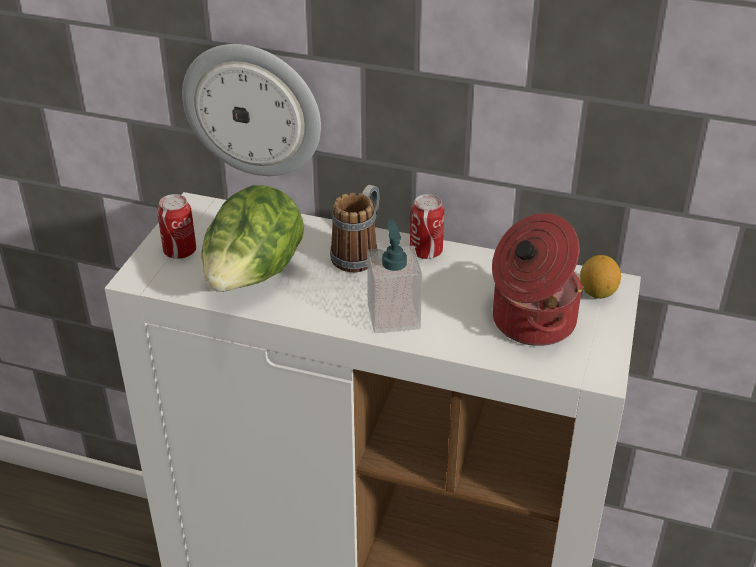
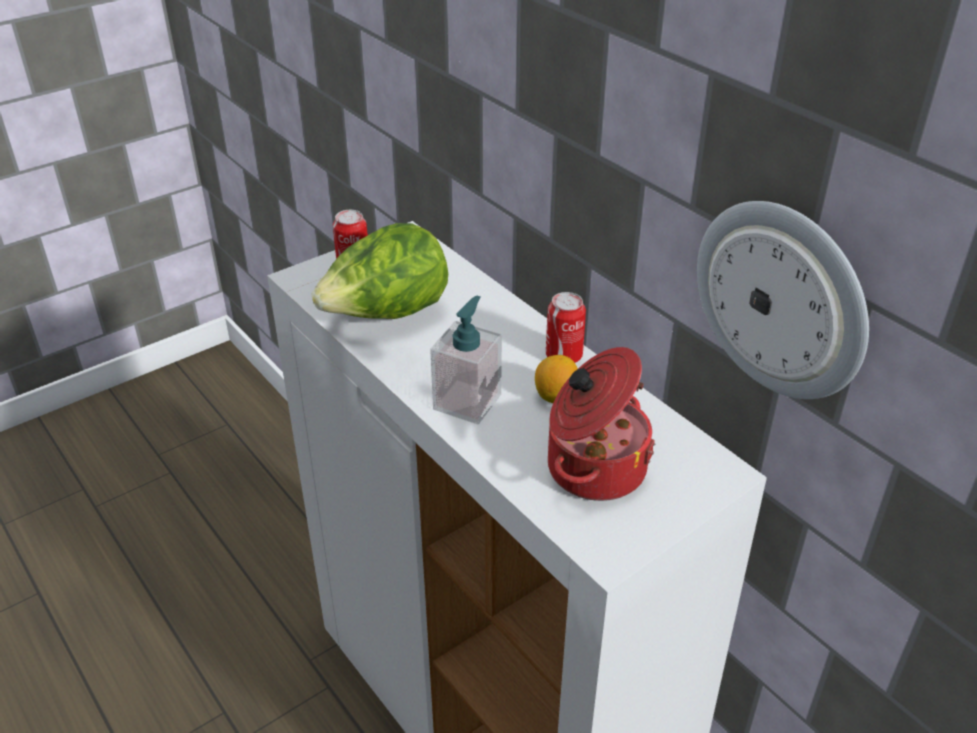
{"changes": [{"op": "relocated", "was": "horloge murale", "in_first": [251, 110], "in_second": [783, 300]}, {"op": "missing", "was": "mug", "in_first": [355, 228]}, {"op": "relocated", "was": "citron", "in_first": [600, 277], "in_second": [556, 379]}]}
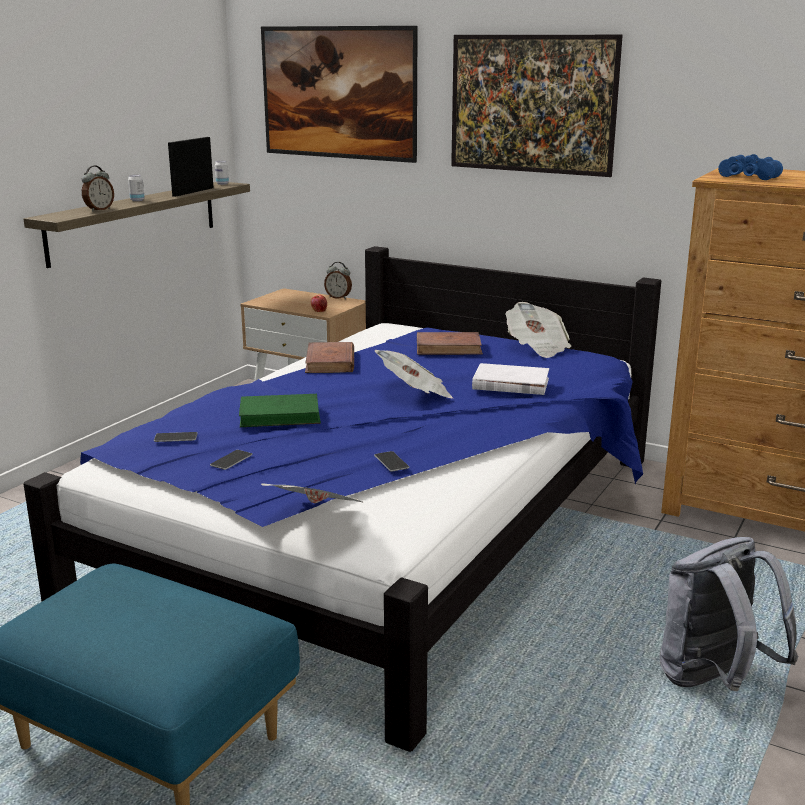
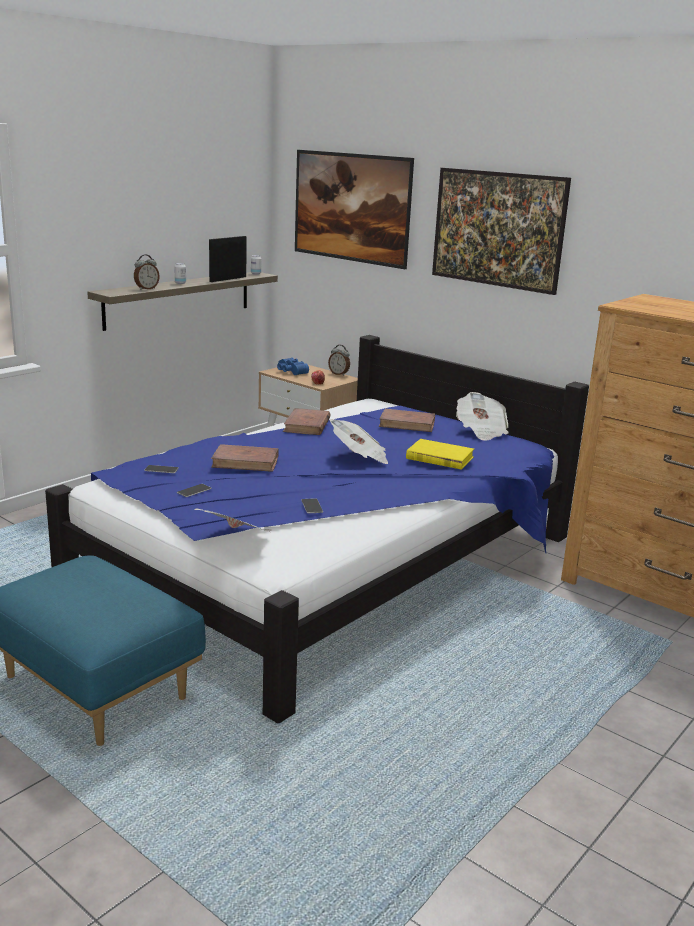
{"changes": [{"op": "colour", "was": "livre/vert", "now": "livre/marron", "in_first": [280, 410], "in_second": [245, 458]}, {"op": "colour", "was": "livre/blanc", "now": "livre/jaune", "in_first": [510, 379], "in_second": [440, 454]}, {"op": "missing", "was": "sac à dos/gris", "in_first": [729, 614]}, {"op": "relocated", "was": "jumelles/bleu", "in_first": [750, 167], "in_second": [293, 366]}]}
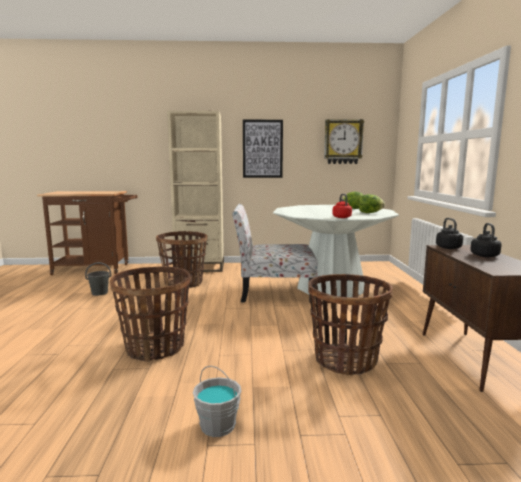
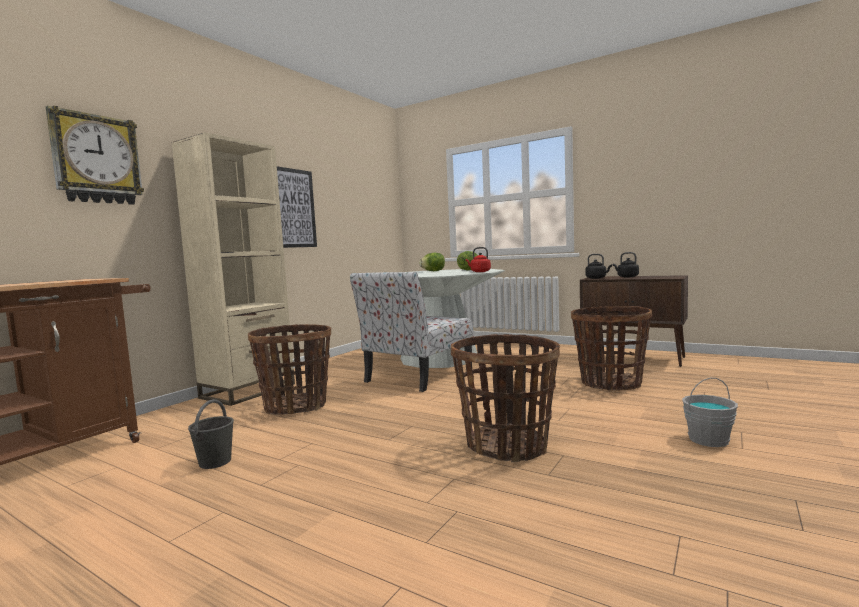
{"changes": [{"op": "relocated", "was": "horloge murale", "in_first": [344, 141], "in_second": [95, 155]}]}
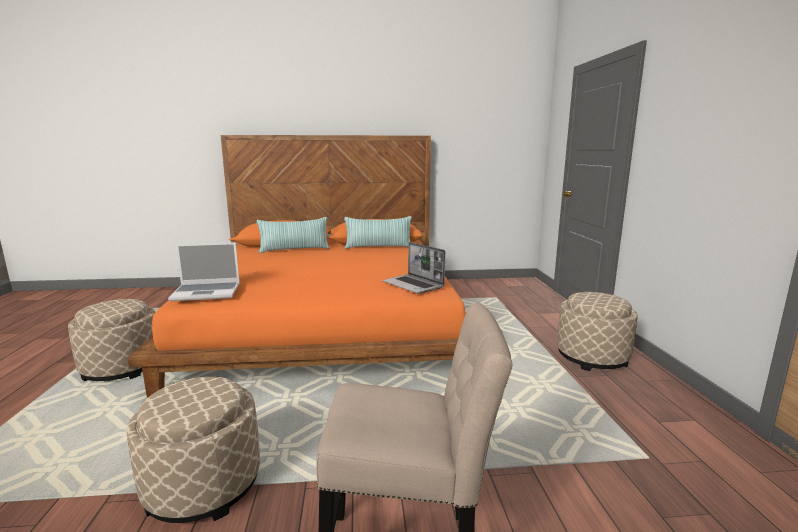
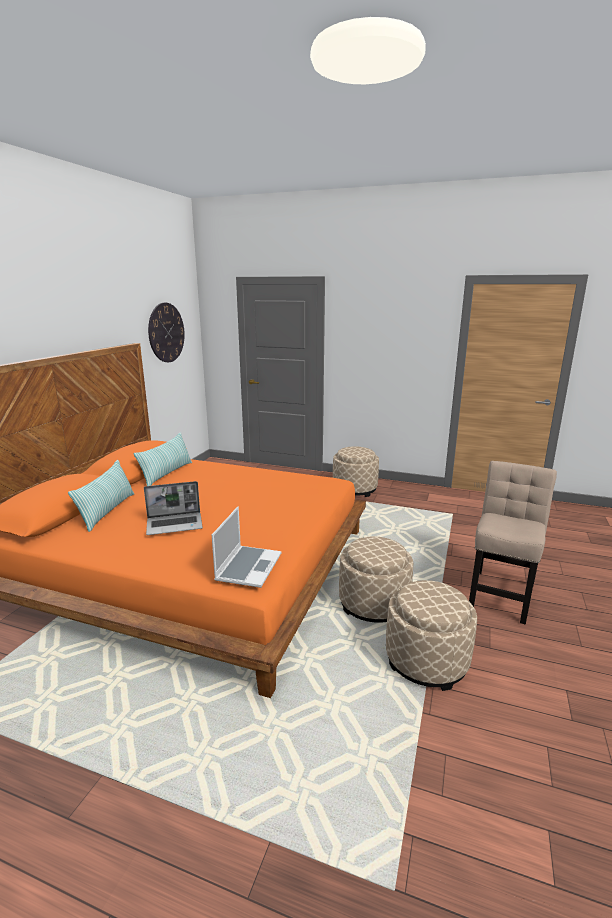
{"changes": [{"op": "relocated", "was": "pouf/beige", "in_first": [111, 340], "in_second": [376, 579]}, {"op": "relocated", "was": "ordinateur portable", "in_first": [413, 268], "in_second": [173, 508]}, {"op": "appeared", "now": "horloge murale", "in_second": [166, 332]}]}
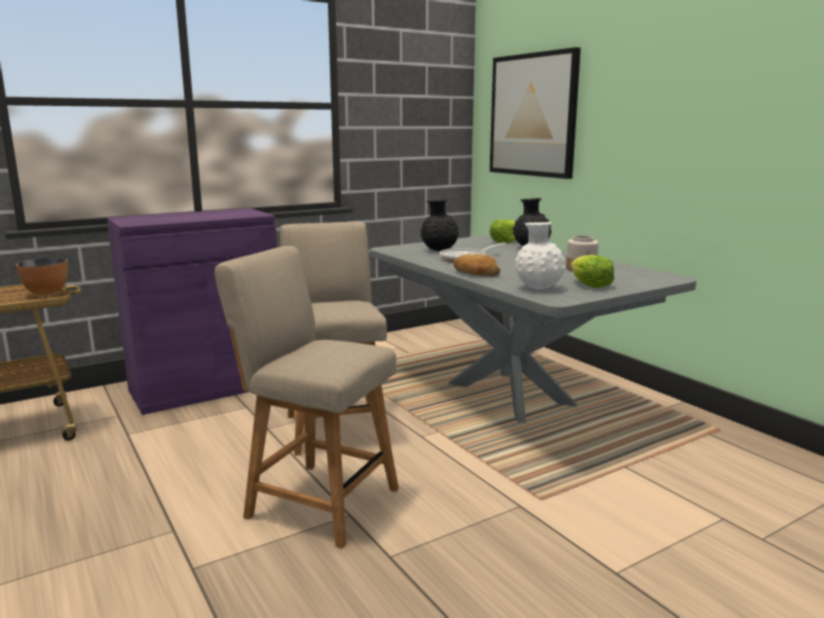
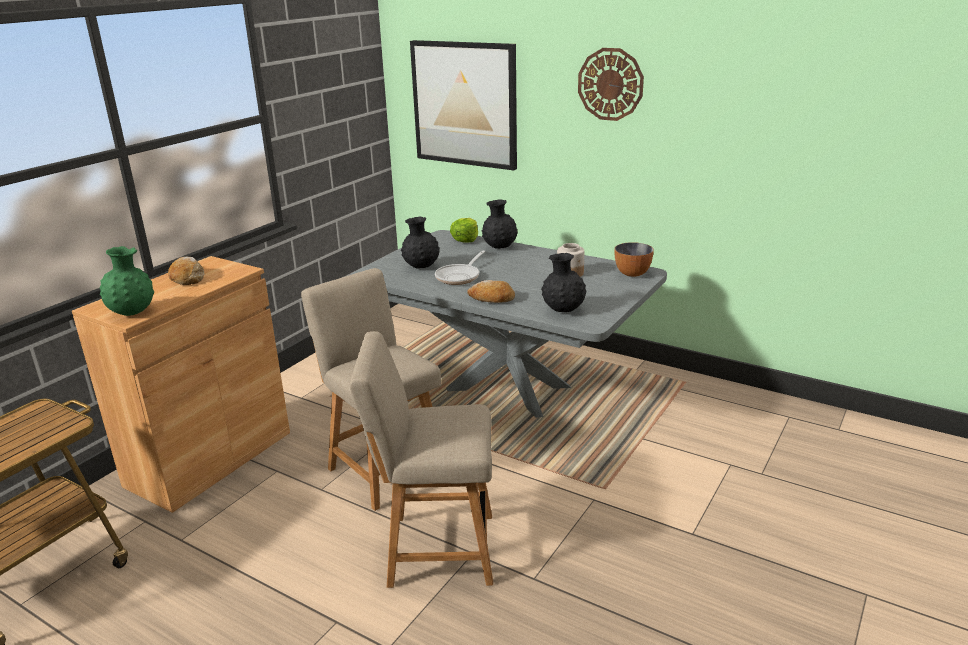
{"changes": [{"op": "relocated", "was": "bol", "in_first": [42, 276], "in_second": [634, 259]}, {"op": "colour", "was": "meuble de rangement/violet", "now": "meuble de rangement/marron", "in_first": [192, 311], "in_second": [181, 384]}, {"op": "colour", "was": "vase/blanc", "now": "vase/noir", "in_first": [540, 255], "in_second": [563, 282]}, {"op": "missing", "was": "laitue", "in_first": [592, 271]}, {"op": "appeared", "now": "vase/vert", "in_second": [127, 281]}, {"op": "appeared", "now": "pain", "in_second": [186, 271]}, {"op": "appeared", "now": "horloge murale", "in_second": [611, 84]}]}
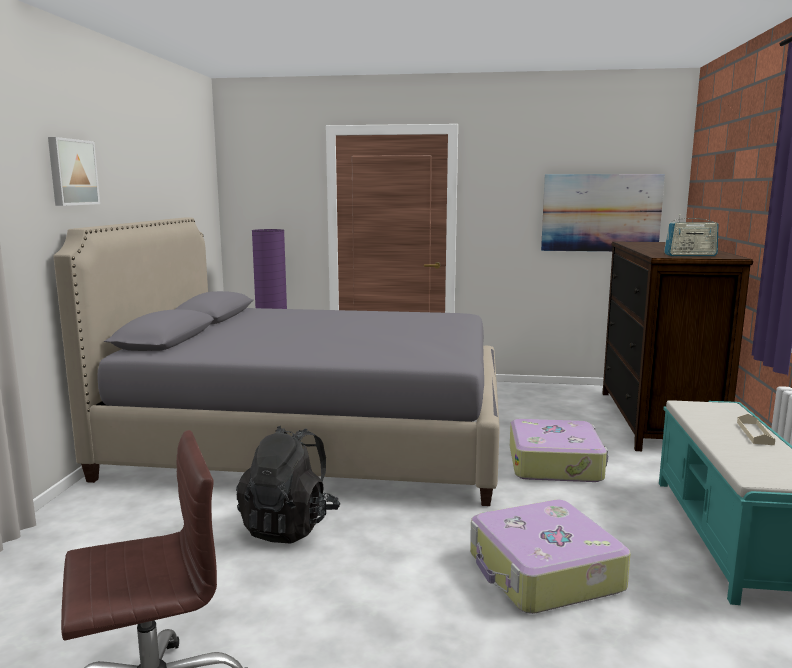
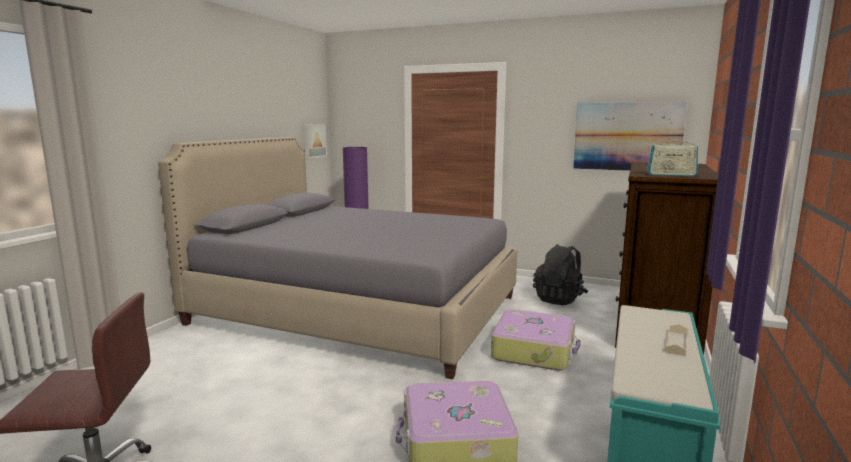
{"changes": [{"op": "relocated", "was": "tableau", "in_first": [74, 171], "in_second": [315, 141]}, {"op": "relocated", "was": "sac à dos/noir", "in_first": [288, 484], "in_second": [560, 274]}]}
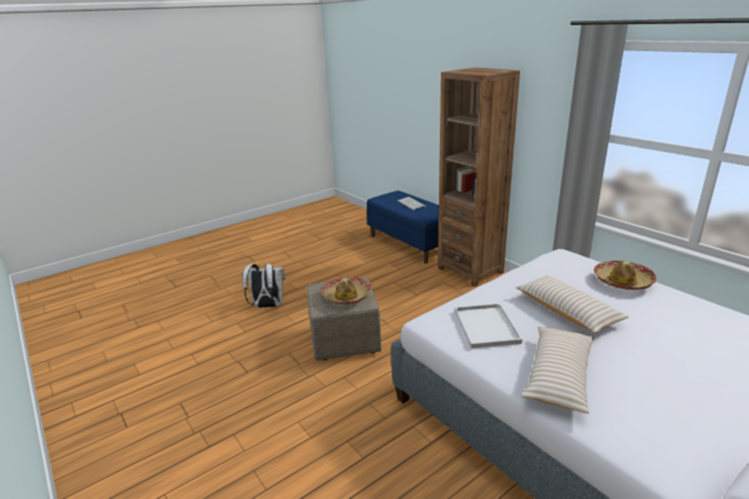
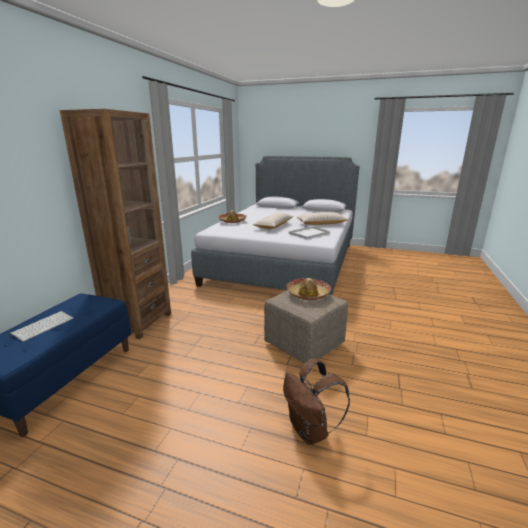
{"changes": [{"op": "colour", "was": "sac à dos/blanc", "now": "sac à dos/marron", "in_first": [263, 285], "in_second": [316, 401]}]}
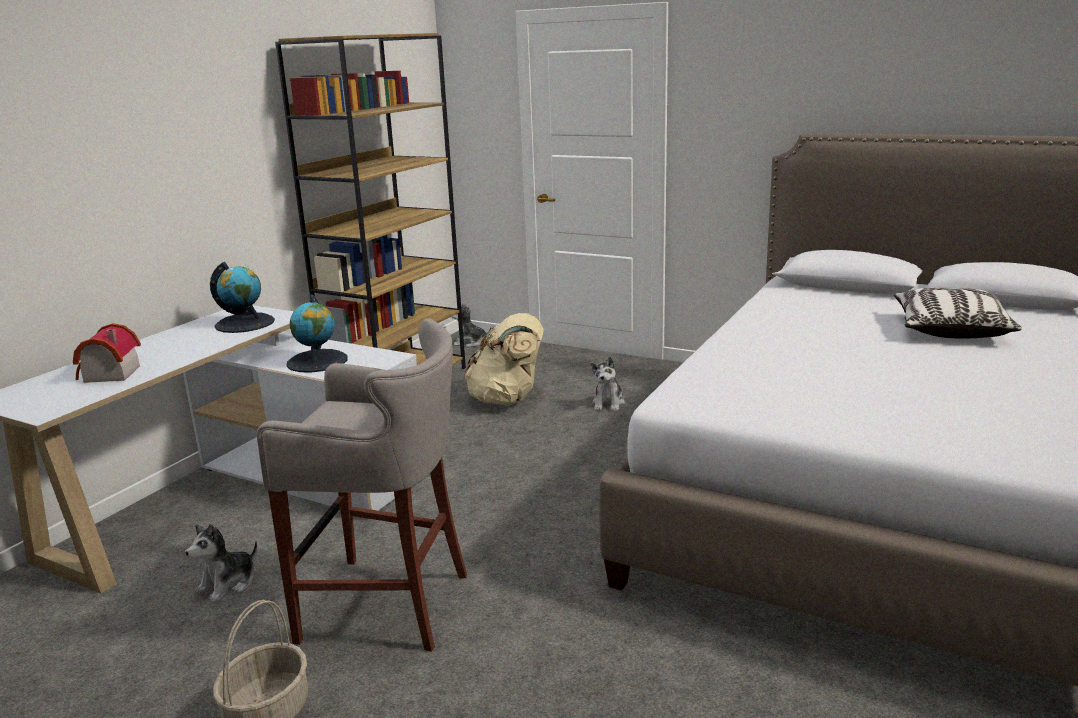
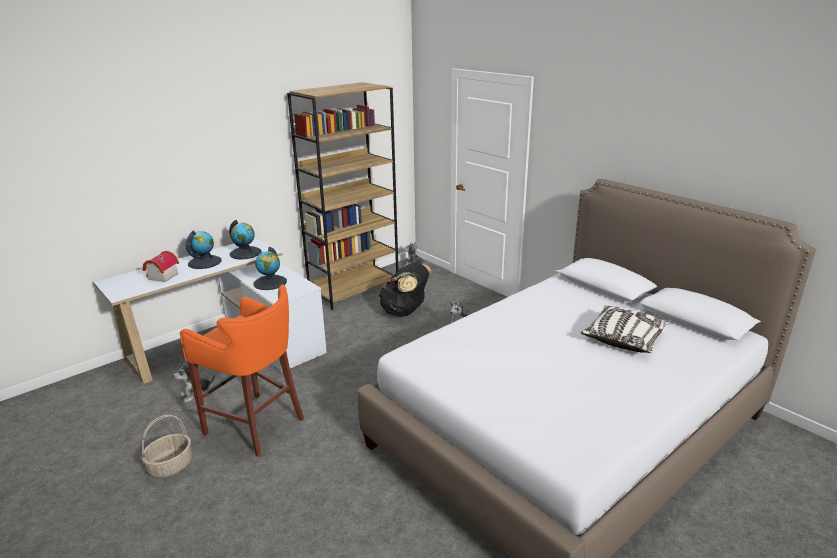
{"changes": [{"op": "colour", "was": "tabouret/gris", "now": "tabouret/orange", "in_first": [362, 485], "in_second": [242, 370]}, {"op": "colour", "was": "sac à dos/beige", "now": "sac à dos/noir", "in_first": [504, 359], "in_second": [405, 289]}, {"op": "appeared", "now": "globe", "in_second": [204, 250]}]}
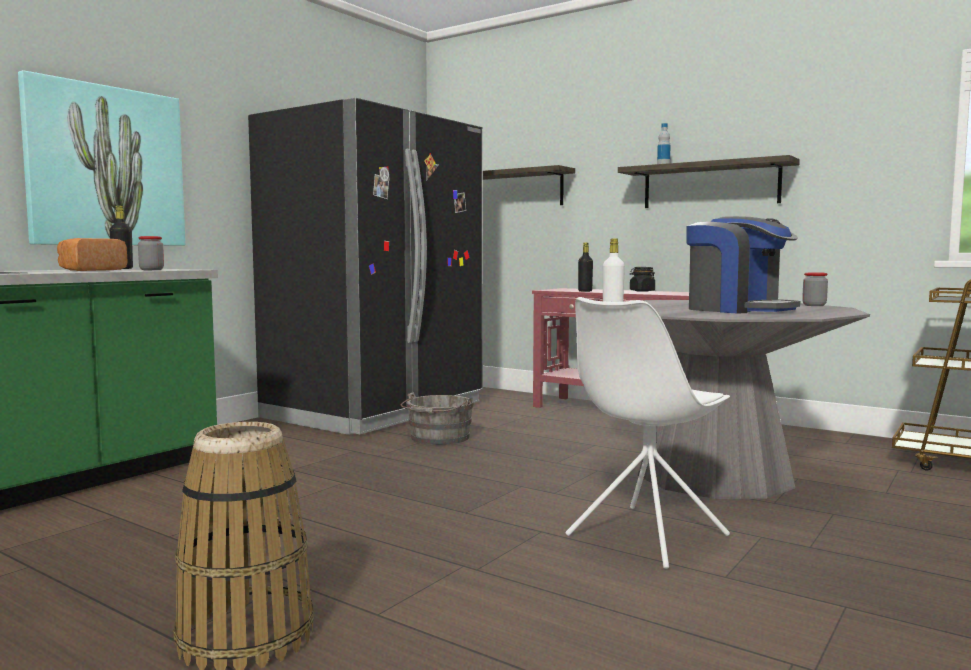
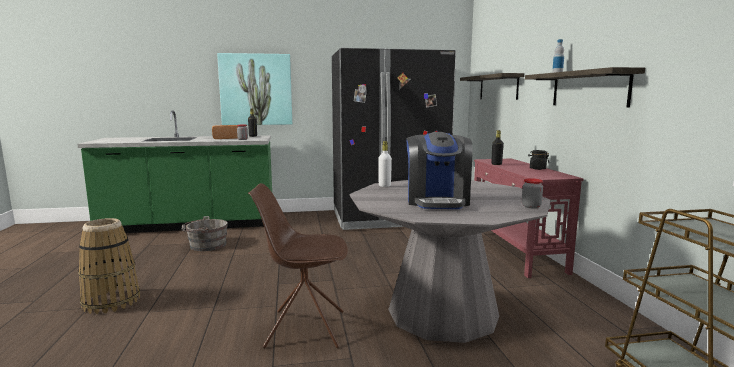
{"changes": [{"op": "relocated", "was": "seau/gris", "in_first": [437, 418], "in_second": [204, 233]}, {"op": "colour", "was": "chaise/blanc", "now": "chaise/marron", "in_first": [647, 433], "in_second": [298, 265]}]}
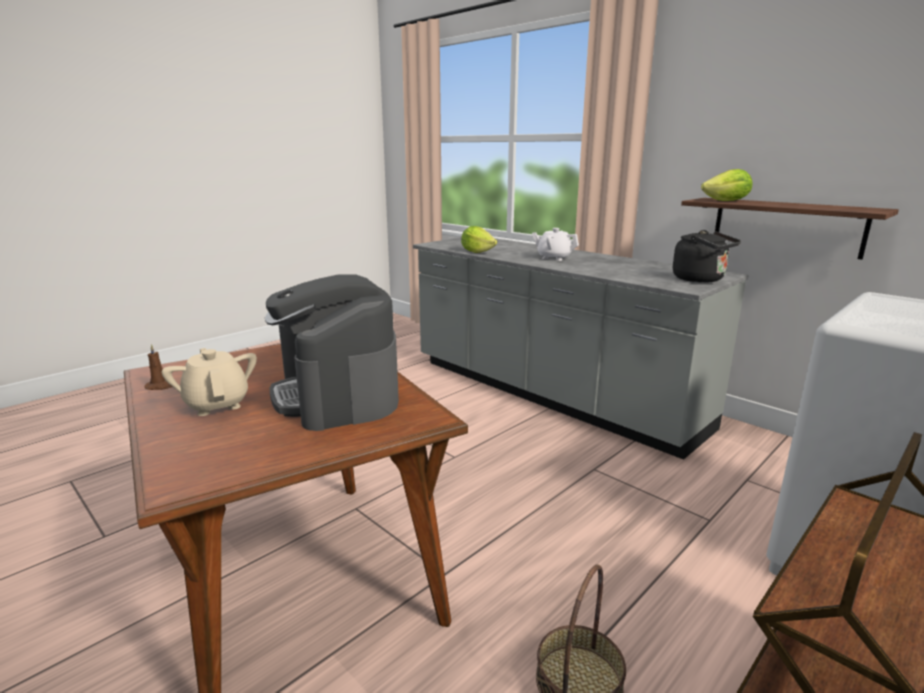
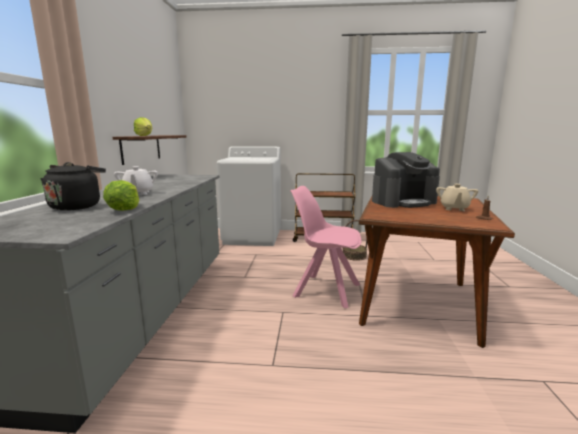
{"changes": [{"op": "spun", "was": "machine à café", "in_first": [332, 352], "in_second": [406, 180], "clockwise": 45}, {"op": "relocated", "was": "bouilloire/noir", "in_first": [707, 256], "in_second": [73, 186]}, {"op": "appeared", "now": "chaise/rose", "in_second": [326, 247]}]}
